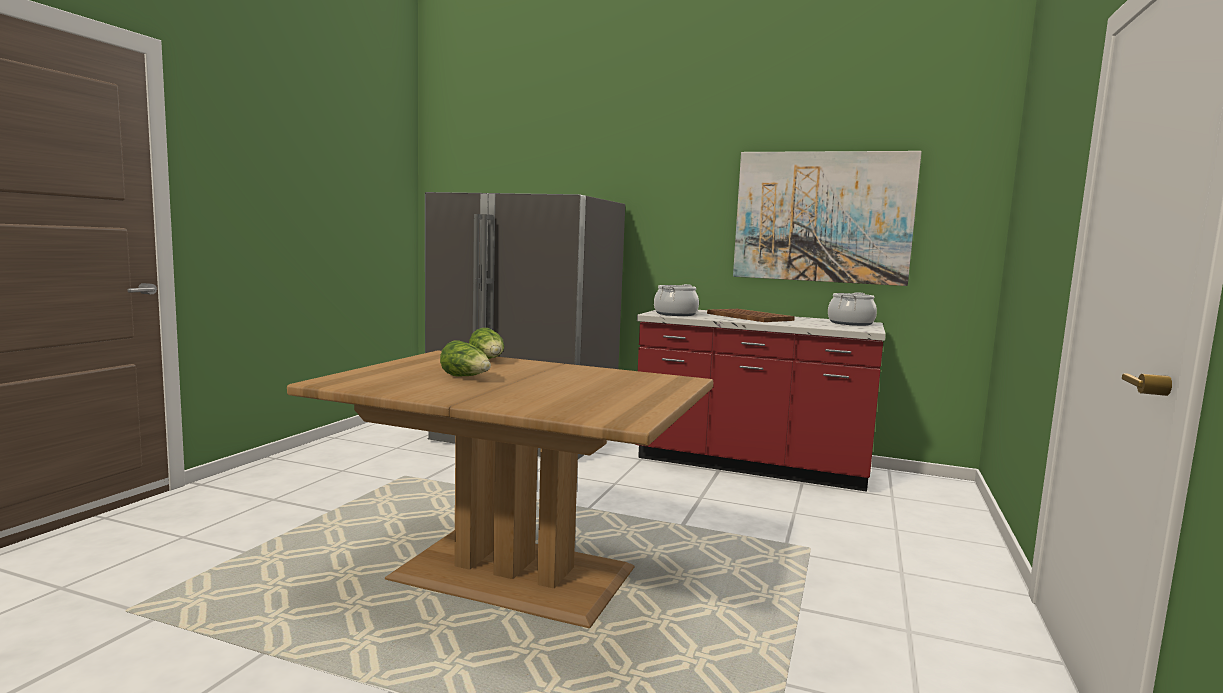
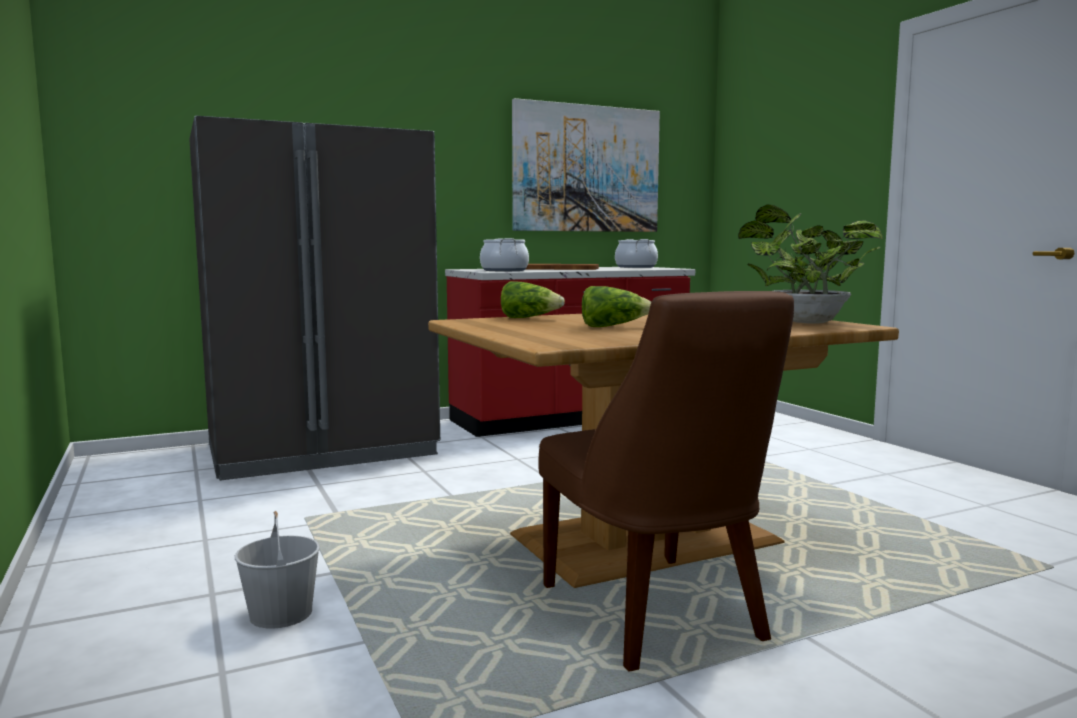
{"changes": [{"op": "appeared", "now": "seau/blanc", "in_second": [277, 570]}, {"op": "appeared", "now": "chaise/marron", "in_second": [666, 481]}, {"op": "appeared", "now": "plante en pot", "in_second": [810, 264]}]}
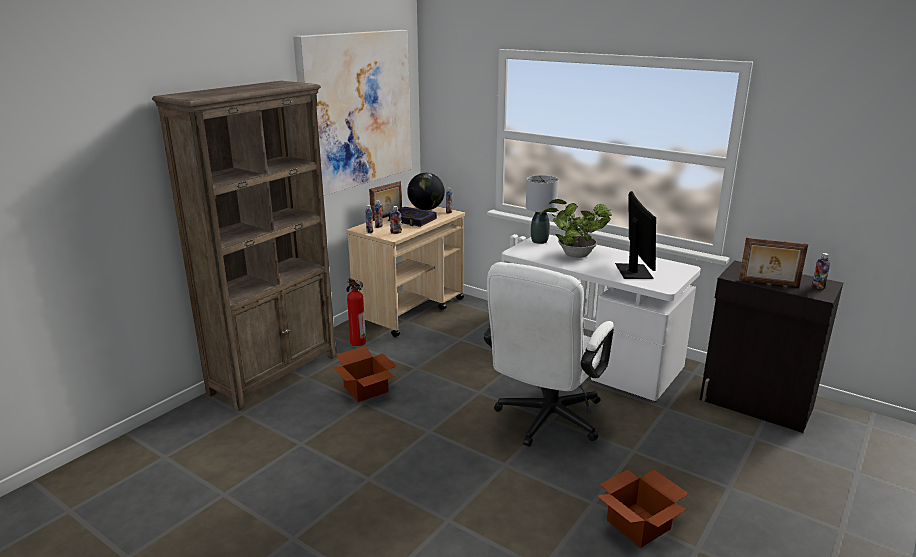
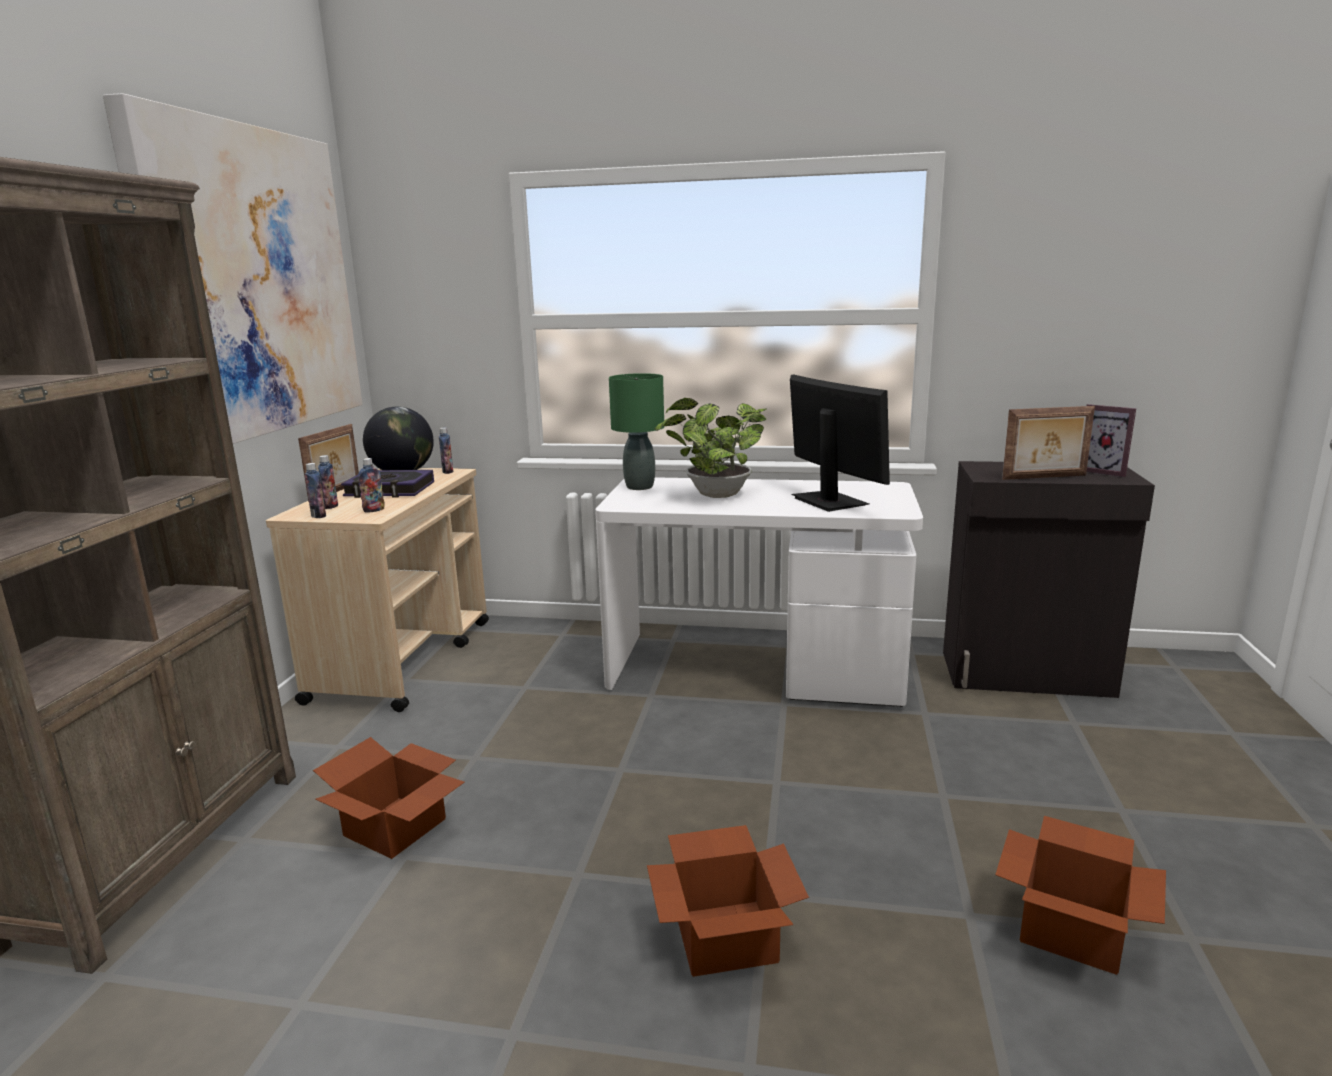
{"changes": [{"op": "missing", "was": "extincteur", "in_first": [356, 312]}, {"op": "missing", "was": "chaise de bureau/blanc", "in_first": [549, 354]}, {"op": "colour", "was": "lampe de table/gris", "now": "lampe de table/vert", "in_first": [542, 209], "in_second": [636, 431]}, {"op": "exchanged", "was": "bouteille", "now": "cadre photo", "in_first": [821, 271], "in_second": [1111, 440]}, {"op": "appeared", "now": "carton", "in_second": [728, 901]}]}
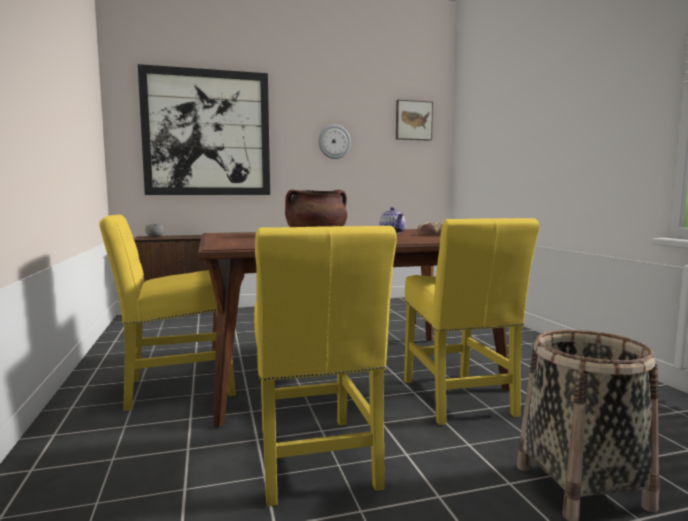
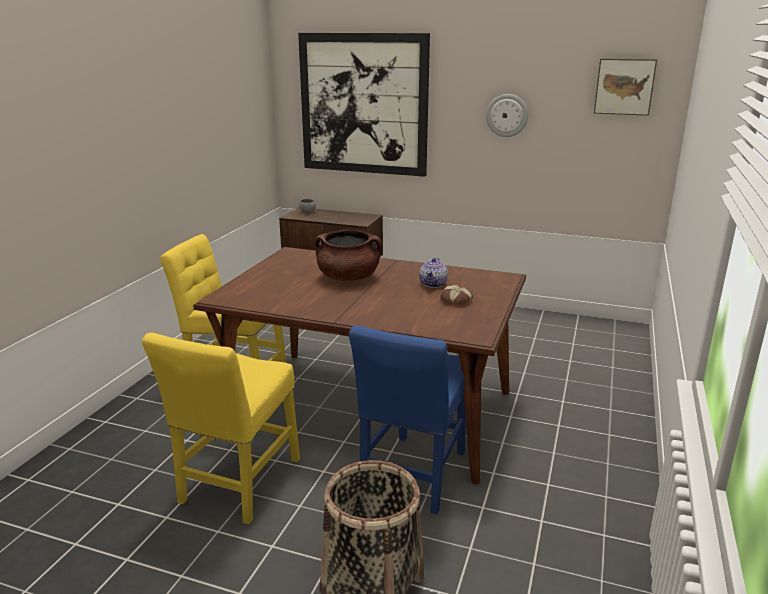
{"changes": [{"op": "colour", "was": "chaise/jaune", "now": "chaise/bleu", "in_first": [472, 321], "in_second": [407, 419]}]}
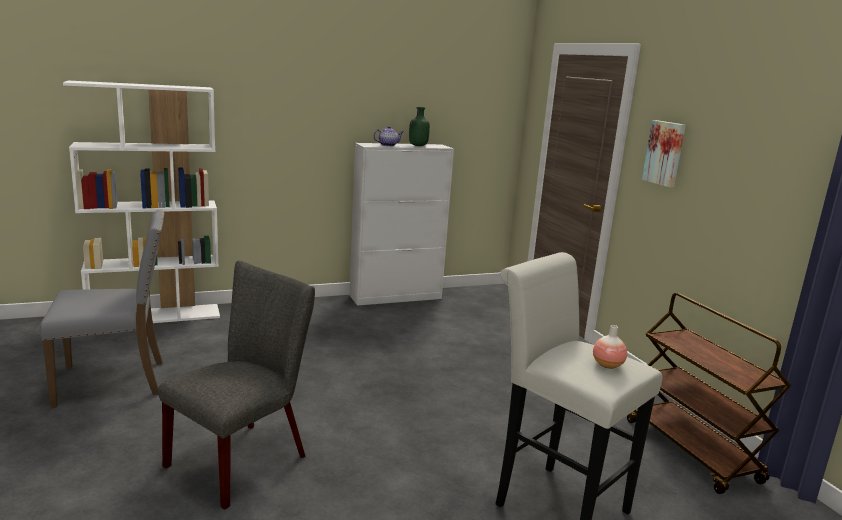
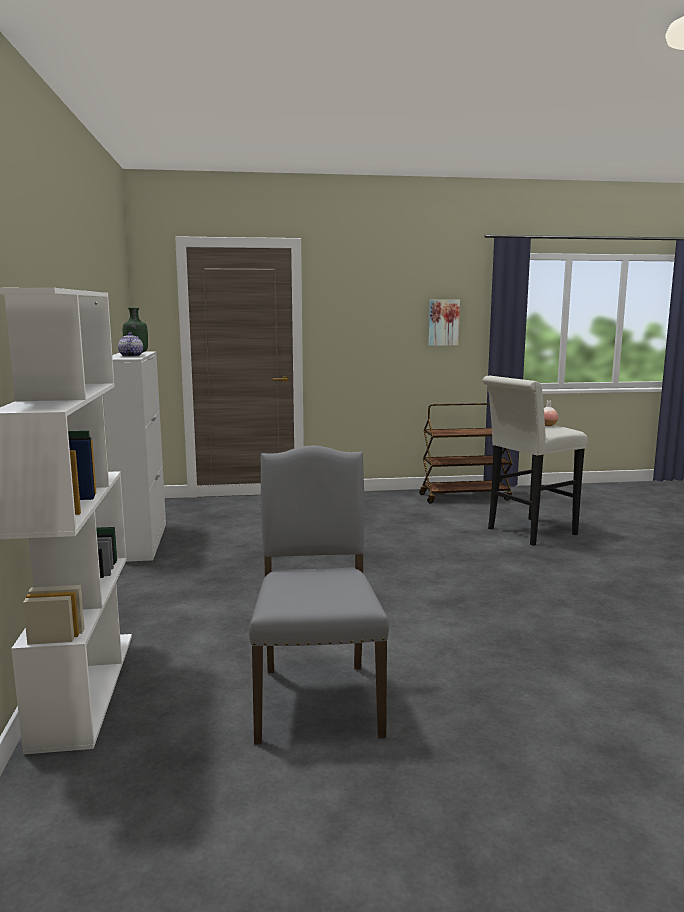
{"changes": [{"op": "missing", "was": "chaise/gris", "in_first": [236, 385]}, {"op": "relocated", "was": "tableau", "in_first": [664, 153], "in_second": [444, 323]}]}
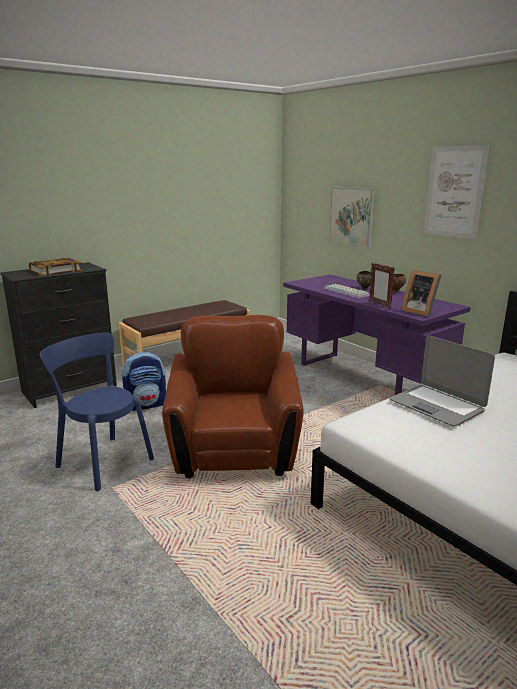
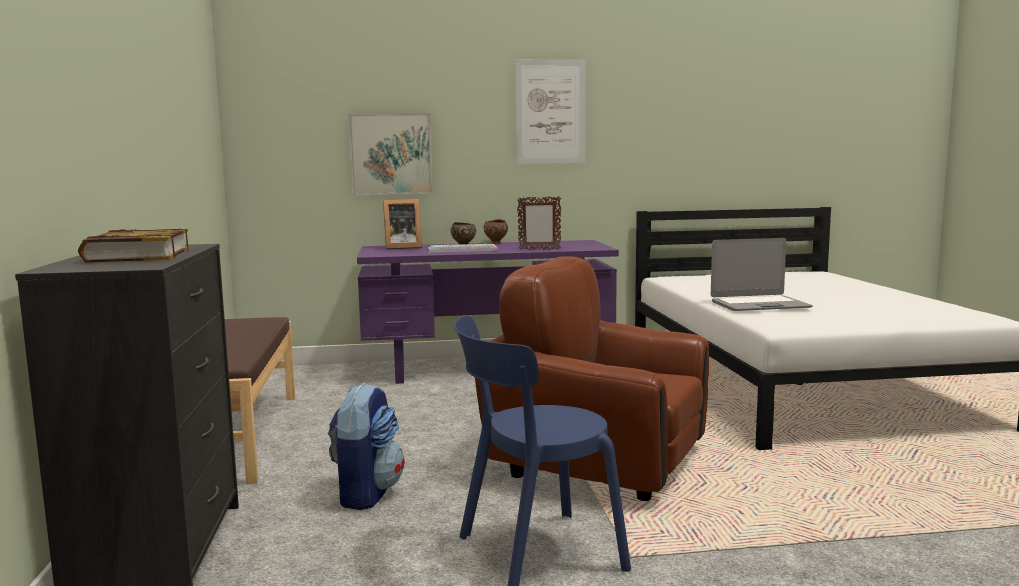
{"changes": [{"op": "relocated", "was": "cadre photo", "in_first": [421, 293], "in_second": [402, 224]}]}
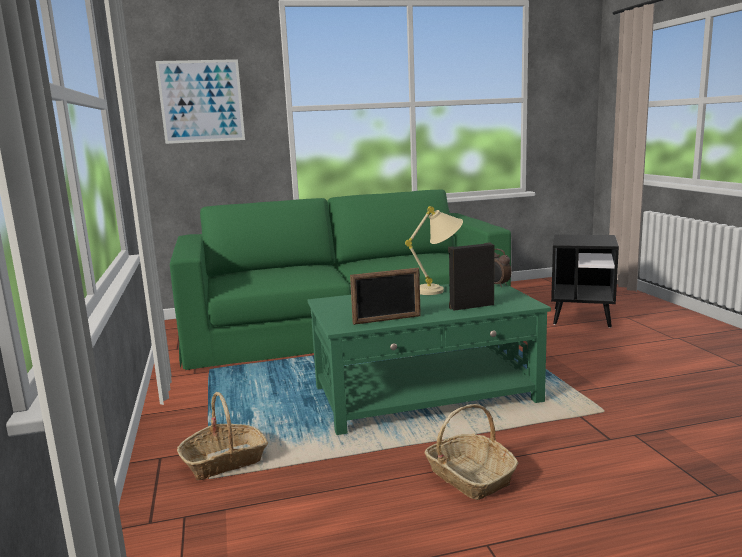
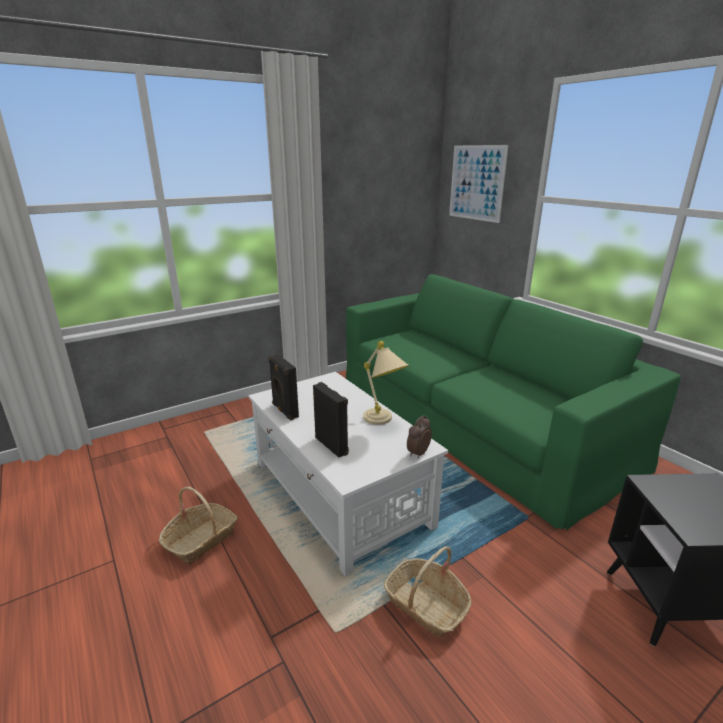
{"changes": [{"op": "relocated", "was": "panier", "in_first": [222, 436], "in_second": [428, 591]}, {"op": "colour", "was": "table basse/vert", "now": "table basse/blanc", "in_first": [429, 359], "in_second": [348, 474]}, {"op": "exchanged", "was": "cadre photo", "now": "enceinte/noir", "in_first": [385, 296], "in_second": [284, 387]}]}
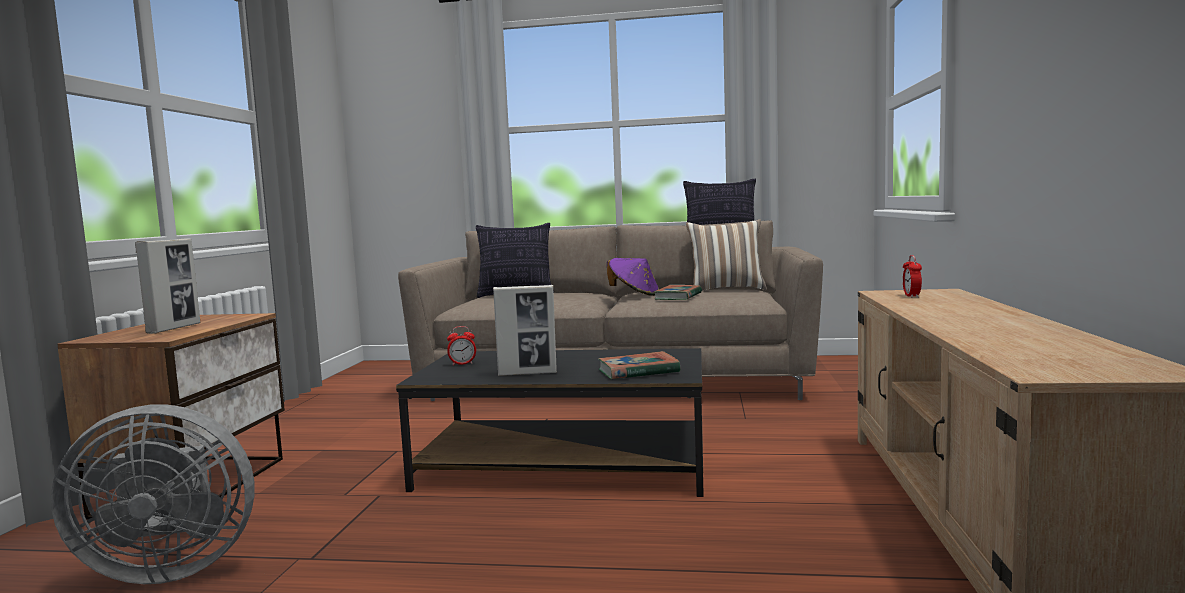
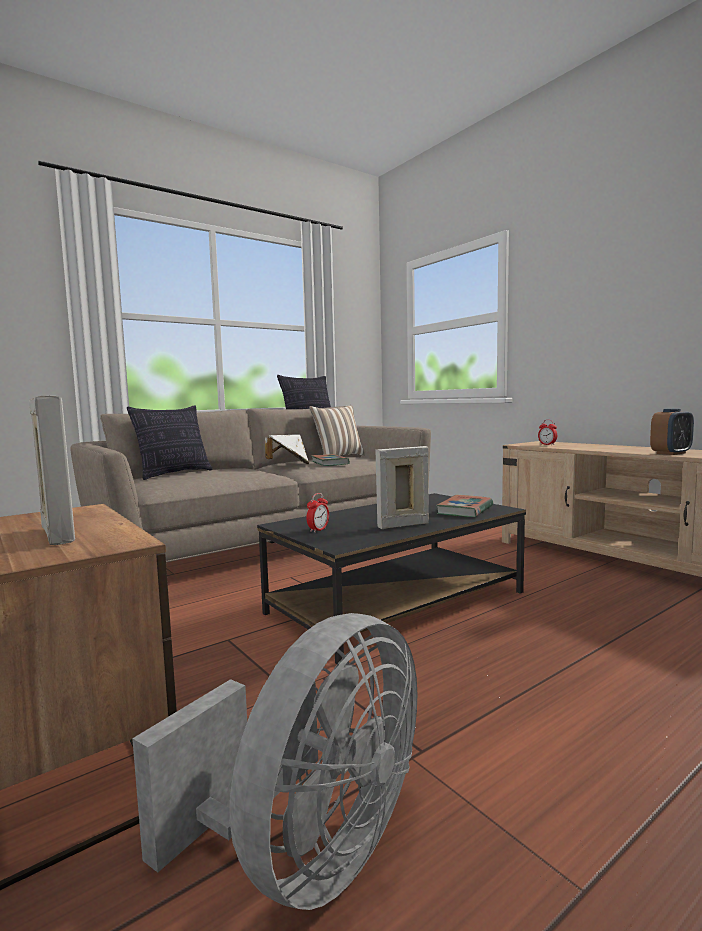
{"changes": [{"op": "spun", "was": "cadre photo", "in_first": [525, 330], "in_second": [402, 487], "clockwise": -150}, {"op": "colour", "was": "chapeau/violet", "now": "chapeau/blanc", "in_first": [633, 277], "in_second": [287, 449]}, {"op": "appeared", "now": "réveil", "in_second": [672, 431]}]}
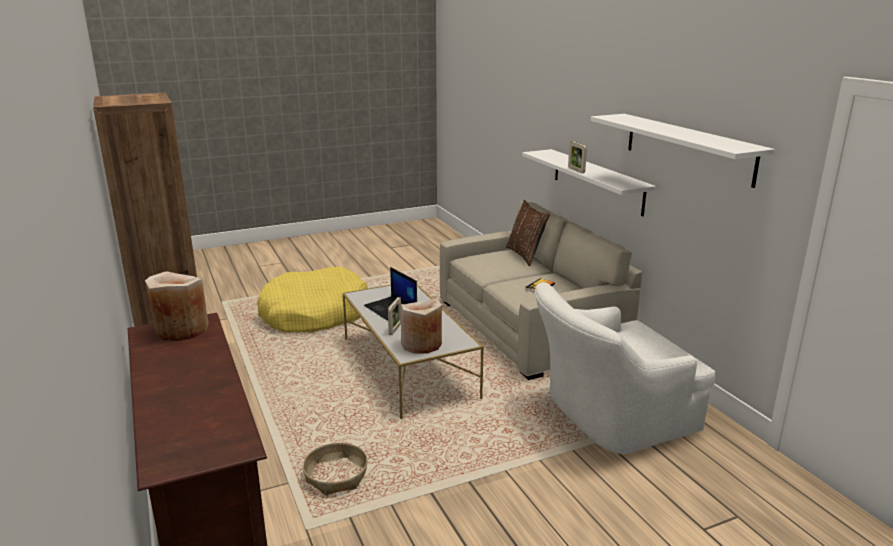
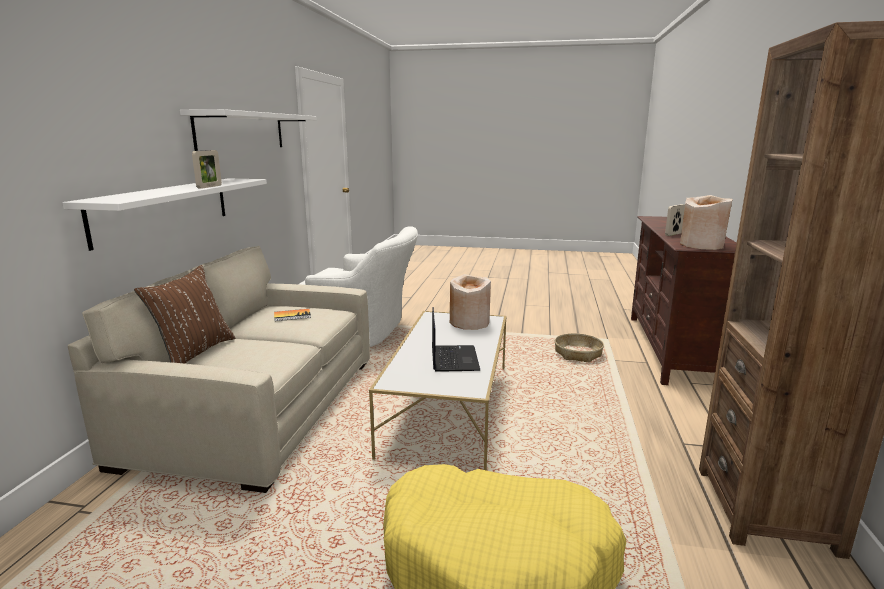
{"changes": [{"op": "relocated", "was": "cadre photo", "in_first": [394, 316], "in_second": [675, 220]}]}
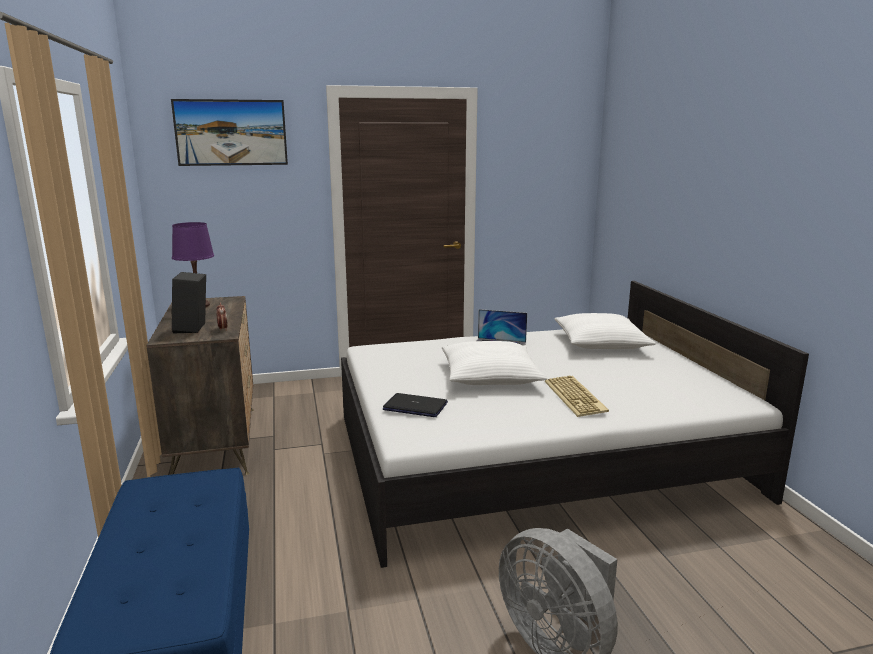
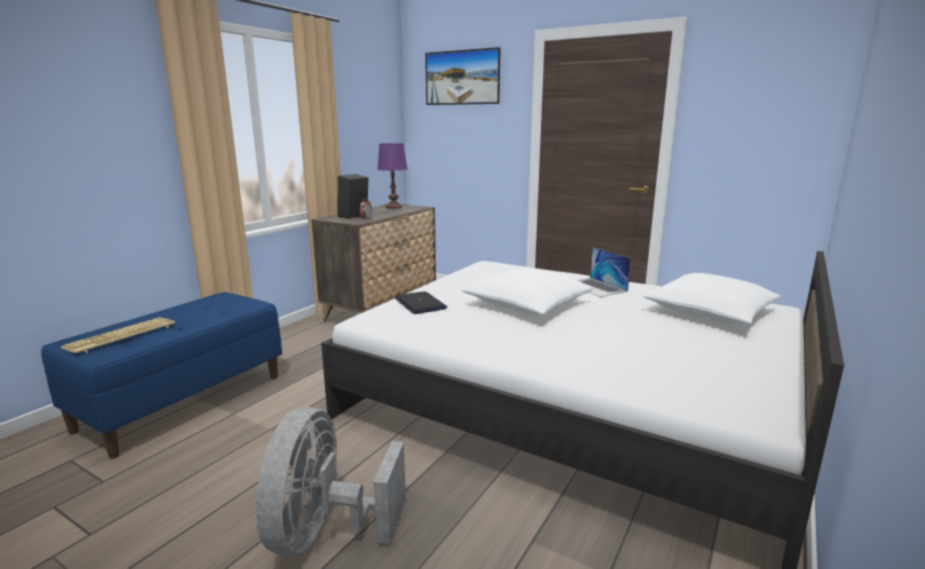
{"changes": [{"op": "relocated", "was": "clavier", "in_first": [577, 396], "in_second": [118, 335]}]}
